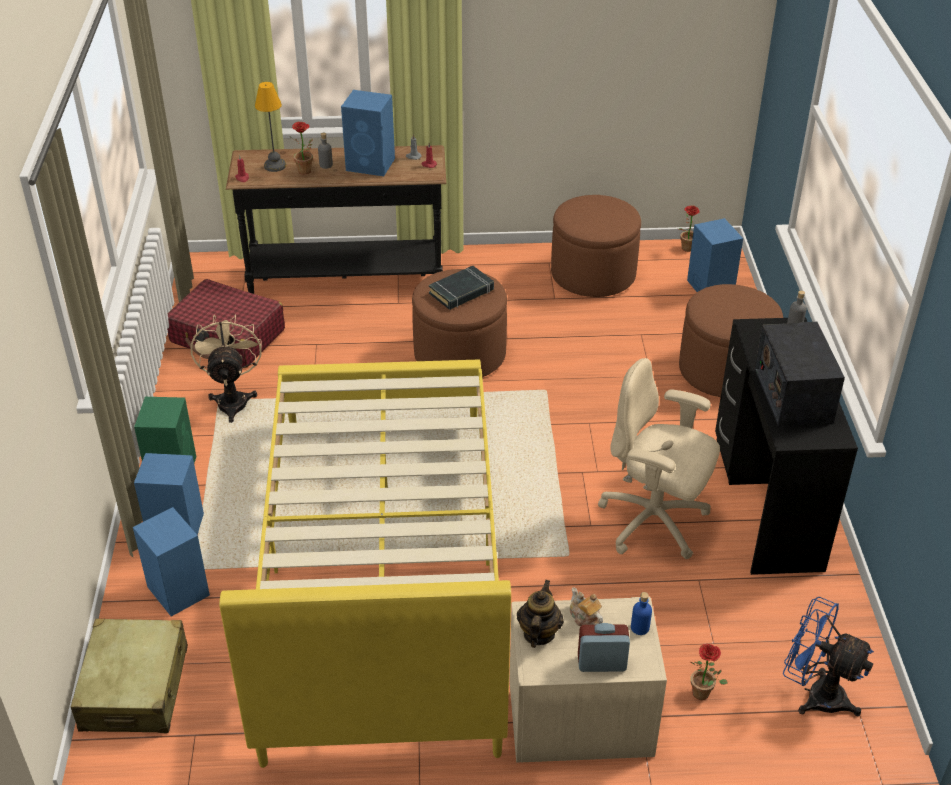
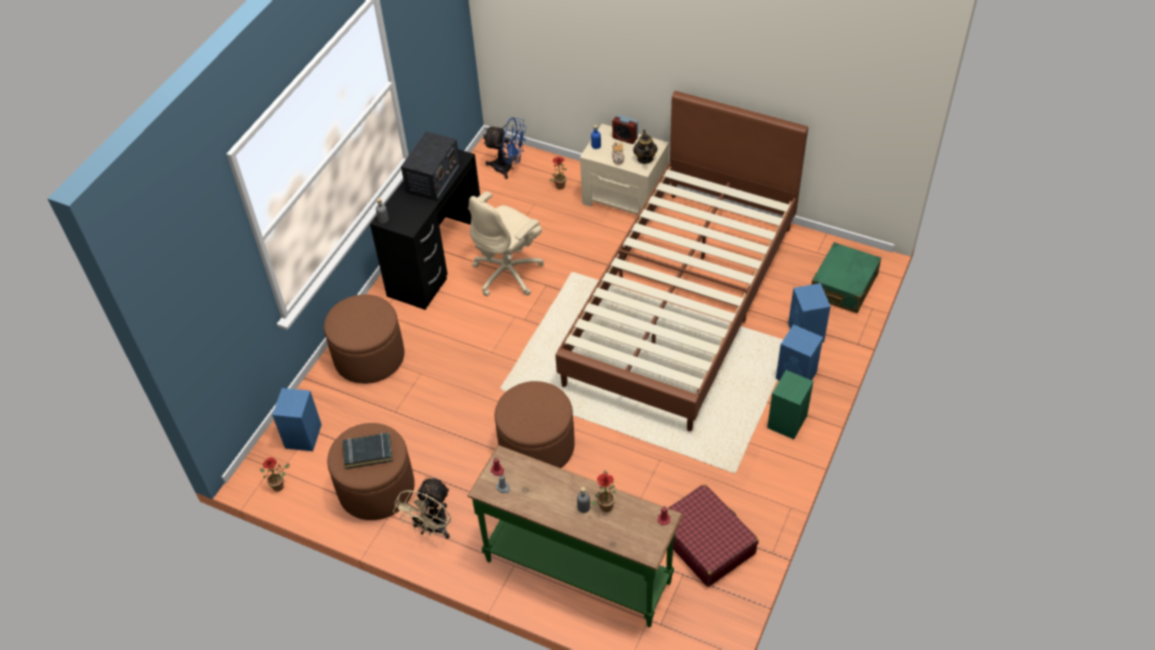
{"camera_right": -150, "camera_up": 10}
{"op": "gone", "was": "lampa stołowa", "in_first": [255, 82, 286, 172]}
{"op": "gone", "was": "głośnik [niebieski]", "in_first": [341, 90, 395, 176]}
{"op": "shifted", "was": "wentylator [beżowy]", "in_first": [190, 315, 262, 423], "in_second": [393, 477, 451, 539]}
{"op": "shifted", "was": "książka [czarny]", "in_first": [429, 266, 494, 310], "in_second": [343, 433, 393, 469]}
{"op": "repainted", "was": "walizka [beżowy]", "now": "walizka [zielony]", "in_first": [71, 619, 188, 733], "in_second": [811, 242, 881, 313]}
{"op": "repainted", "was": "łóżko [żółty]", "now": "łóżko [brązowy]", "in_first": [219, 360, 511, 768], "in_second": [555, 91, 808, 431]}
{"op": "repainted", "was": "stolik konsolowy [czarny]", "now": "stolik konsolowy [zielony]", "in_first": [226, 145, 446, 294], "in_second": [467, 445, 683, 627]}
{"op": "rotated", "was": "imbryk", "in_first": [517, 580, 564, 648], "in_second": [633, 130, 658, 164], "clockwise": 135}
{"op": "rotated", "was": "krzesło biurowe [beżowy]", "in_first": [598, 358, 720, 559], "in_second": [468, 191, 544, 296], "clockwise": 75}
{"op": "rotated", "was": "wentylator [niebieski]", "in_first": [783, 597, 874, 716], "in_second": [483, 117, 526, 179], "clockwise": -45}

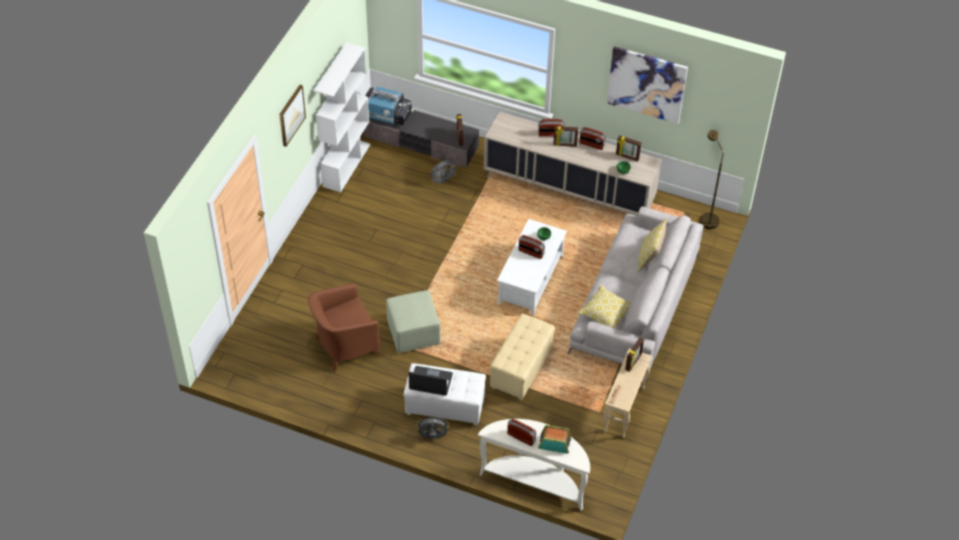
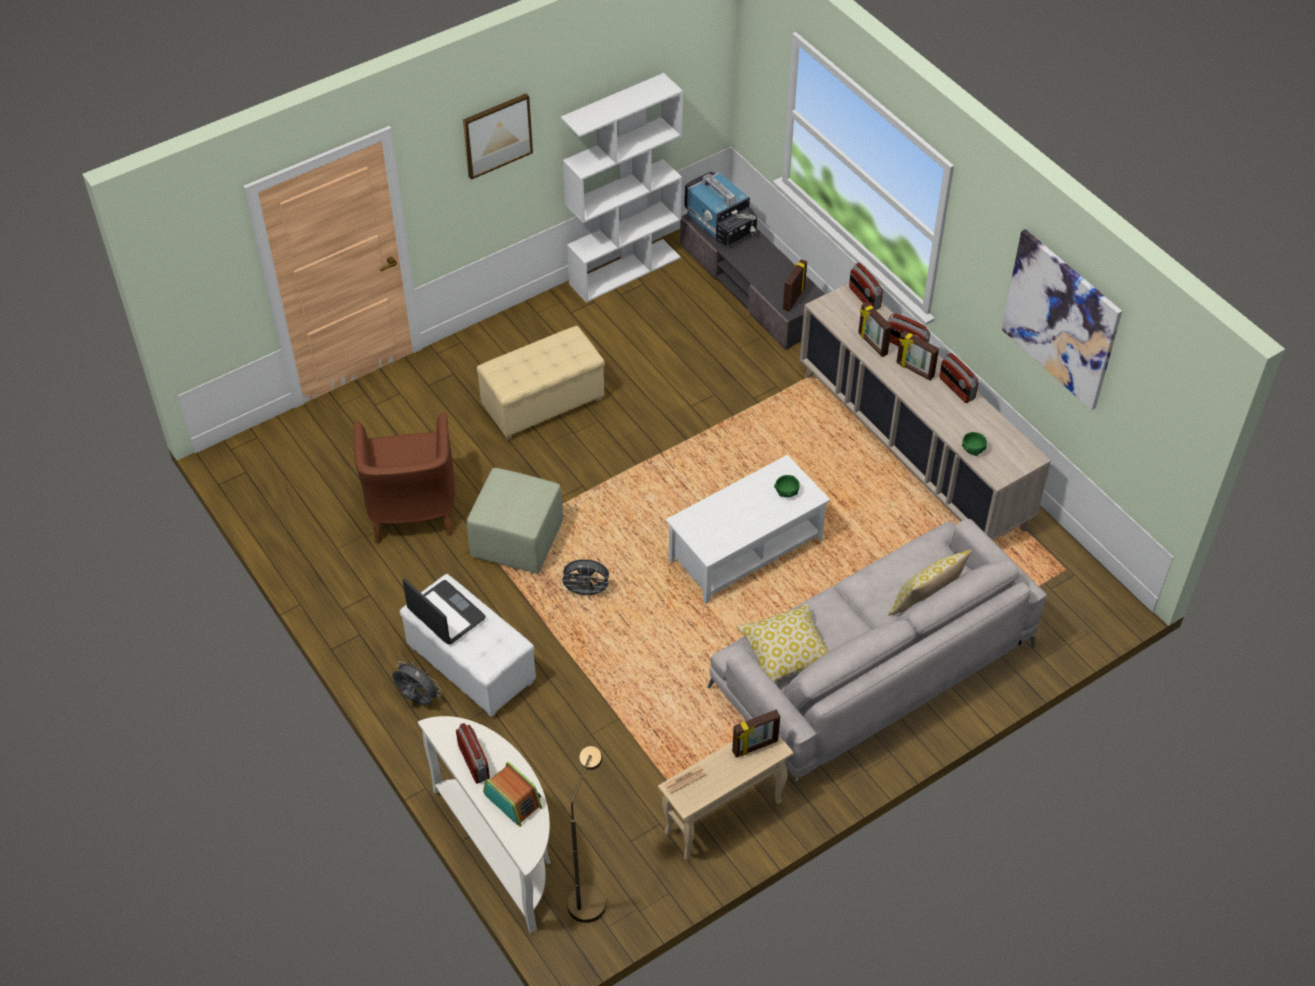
{"camera_right": 35, "camera_up": 0}
{"op": "shifted", "was": "wentylator [szary]", "in_first": [431, 160, 457, 185], "in_second": [559, 559, 612, 597]}
{"op": "shifted", "was": "pufa [beżowy]", "in_first": [490, 313, 555, 401], "in_second": [477, 326, 605, 440]}
{"op": "shifted", "was": "radio", "in_first": [518, 235, 545, 259], "in_second": [849, 263, 883, 310]}
{"op": "shifted", "was": "ramka na zdjęcie", "in_first": [616, 135, 642, 161], "in_second": [858, 302, 892, 357]}
{"op": "shifted", "was": "lampa stojąca [brązowy]", "in_first": [700, 130, 723, 229], "in_second": [567, 746, 606, 923]}
{"op": "rotated", "was": "fotel [brązowy]", "in_first": [308, 283, 380, 372], "in_second": [353, 412, 455, 544], "clockwise": -105}

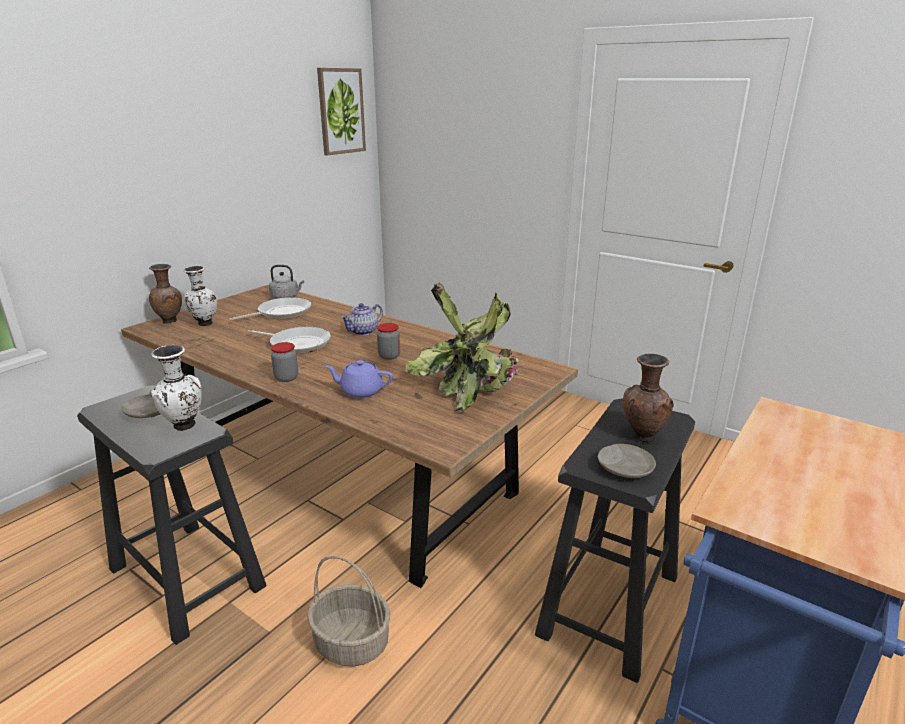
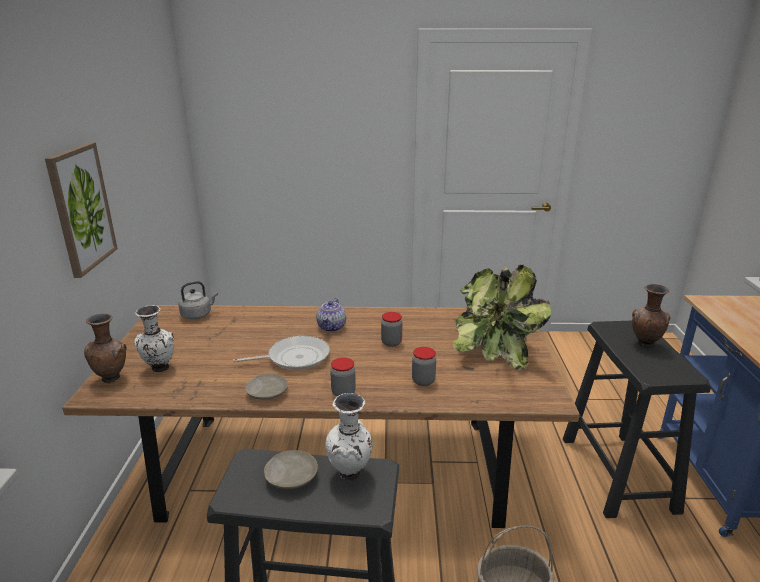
{"camera_right": -35, "camera_up": 0}
{"op": "gone", "was": "patelnia", "in_first": [229, 297, 311, 321]}
{"op": "shifted", "was": "obraz", "in_first": [317, 68, 366, 156], "in_second": [45, 142, 118, 278]}
{"op": "shifted", "was": "talerz [beżowy]", "in_first": [598, 444, 656, 478], "in_second": [245, 374, 288, 400]}
{"op": "swapped", "was": "imbryk [fioletowy]", "now": "słoik", "in_first": [325, 360, 393, 398], "in_second": [412, 347, 436, 386]}

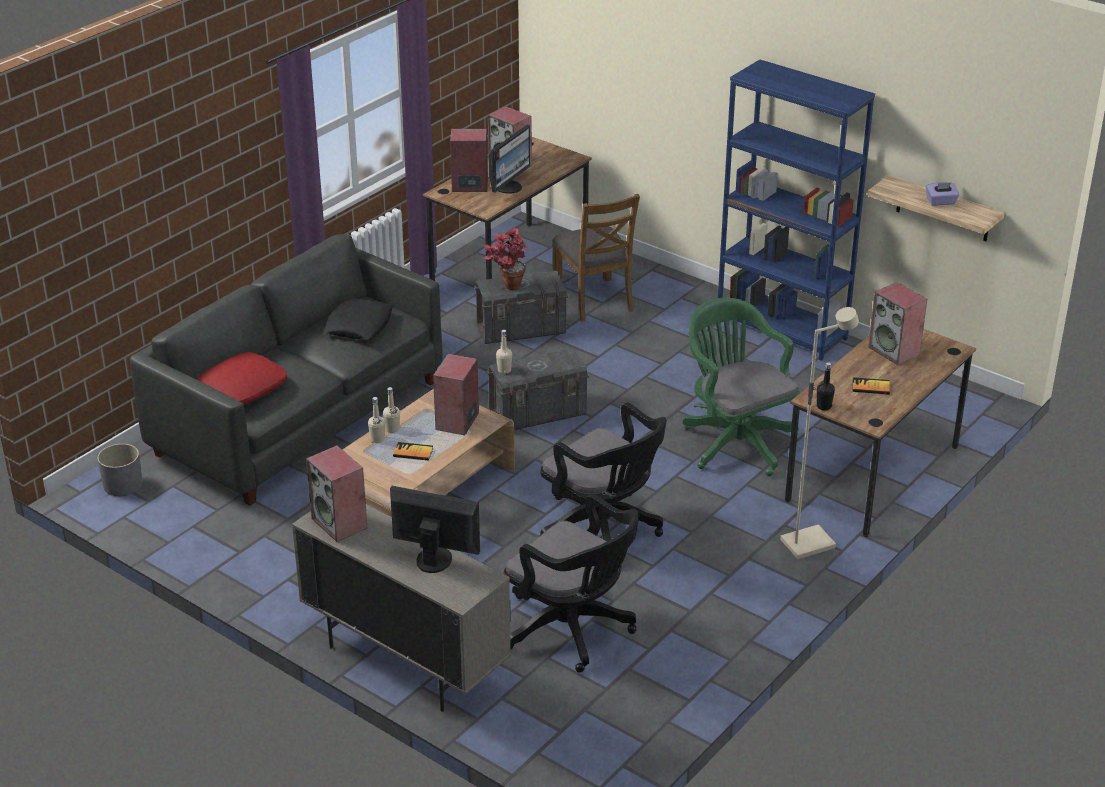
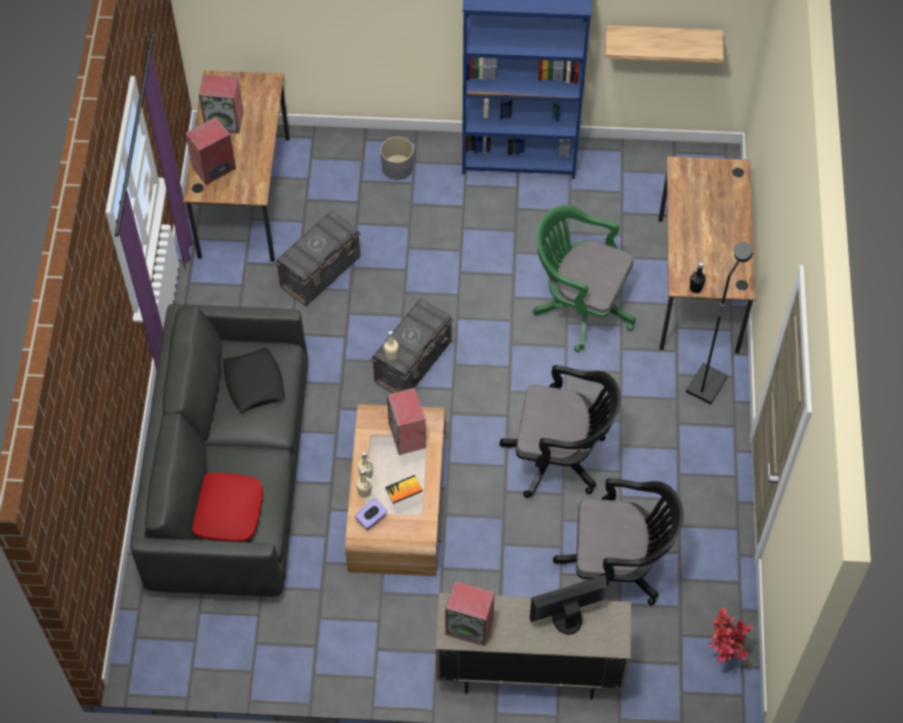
{"camera_right": -35, "camera_up": 25}
{"op": "gone", "was": "monitor", "in_first": [489, 125, 530, 193]}
{"op": "gone", "was": "krzesło [brązowy]", "in_first": [552, 194, 640, 322]}
{"op": "gone", "was": "książka", "in_first": [853, 377, 890, 395]}
{"op": "gone", "was": "głośnik", "in_first": [868, 282, 927, 365]}
{"op": "shifted", "was": "donica [szary]", "in_first": [97, 444, 143, 496], "in_second": [380, 137, 413, 180]}
{"op": "shifted", "was": "roślina doniczkowa", "in_first": [484, 228, 529, 290], "in_second": [708, 607, 753, 662]}
{"op": "shifted", "was": "pudełko chusteczek [fioletowy]", "in_first": [926, 182, 959, 206], "in_second": [355, 498, 388, 530]}
{"op": "repainted", "was": "lampa stojąca [beżowy]", "now": "lampa stojąca [czarny]", "in_first": [780, 307, 859, 559], "in_second": [686, 242, 752, 404]}

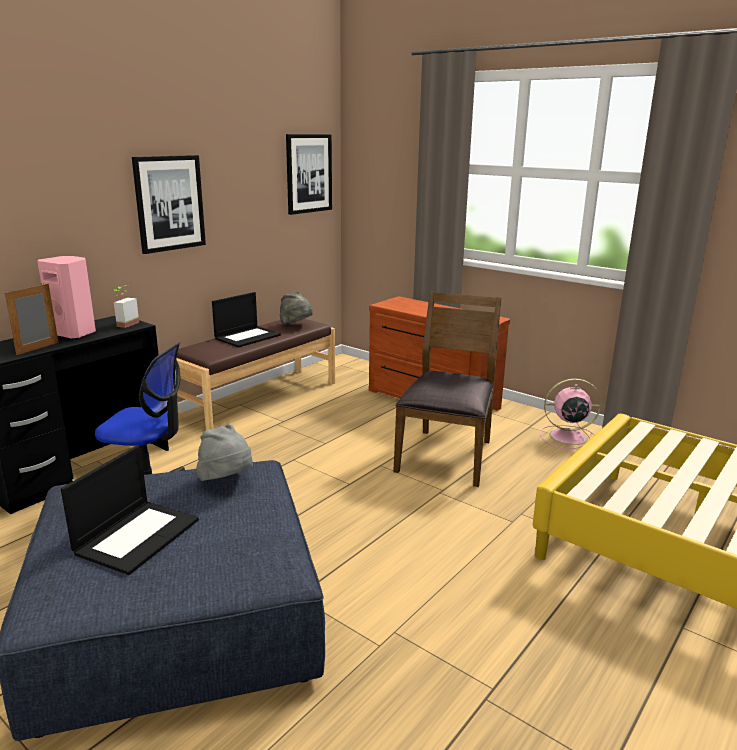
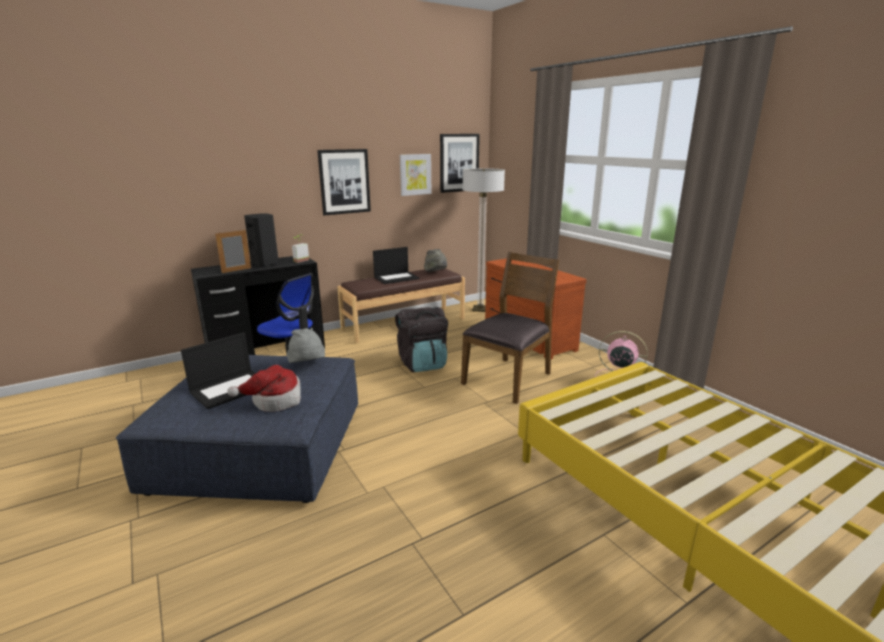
{"camera_right": 20, "camera_up": 0}
{"op": "new", "now": "kapelusz", "in_second": [227, 365, 301, 412]}
{"op": "new", "now": "plecak [czarny]", "in_second": [395, 307, 448, 372]}
{"op": "new", "now": "obraz", "in_second": [400, 154, 431, 196]}
{"op": "new", "now": "lampa stojąca", "in_second": [462, 168, 505, 312]}
{"op": "repainted", "was": "głośnik [różowy]", "now": "głośnik [czarny]", "in_first": [37, 256, 96, 339], "in_second": [244, 213, 279, 267]}

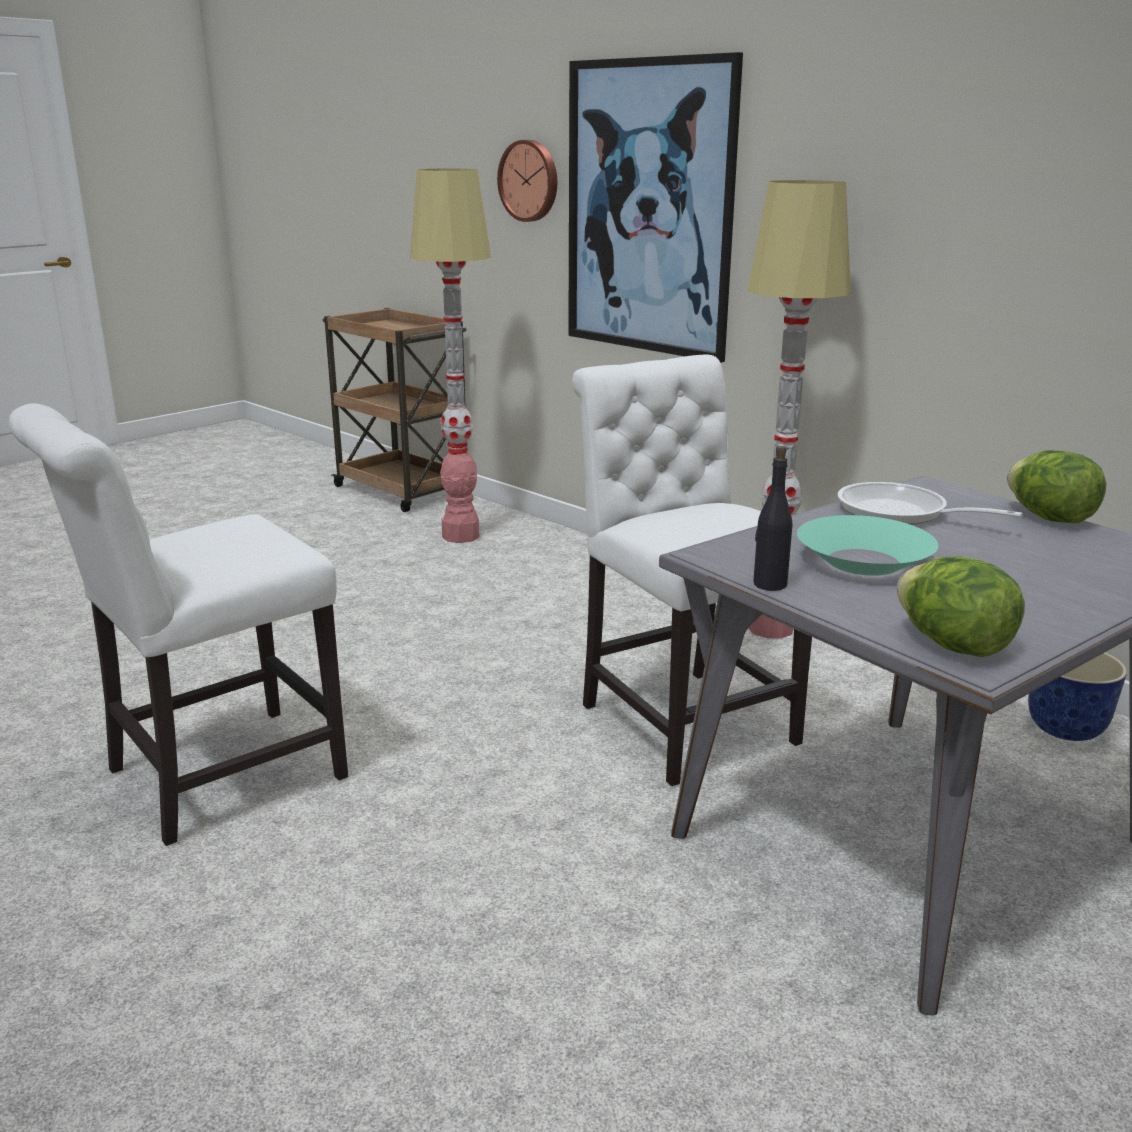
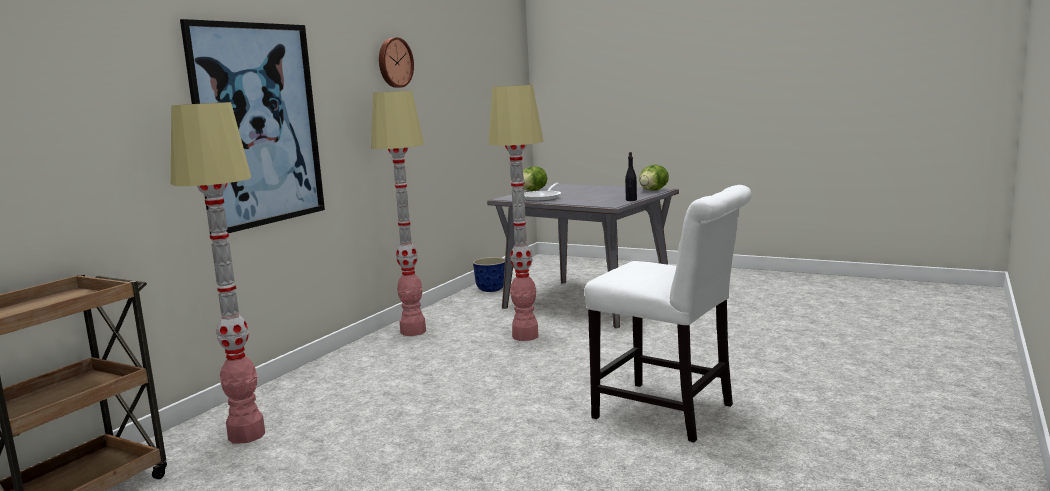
{"camera_right": -105, "camera_up": -10}
{"op": "gone", "was": "miska [turkusowy]", "in_first": [797, 515, 938, 576]}
{"op": "shifted", "was": "zegar ścienny", "in_first": [497, 140, 557, 222], "in_second": [379, 37, 414, 88]}
{"op": "swapped", "was": "krzesło [biały]", "now": "lampa stojąca", "in_first": [572, 354, 812, 786], "in_second": [489, 85, 544, 341]}

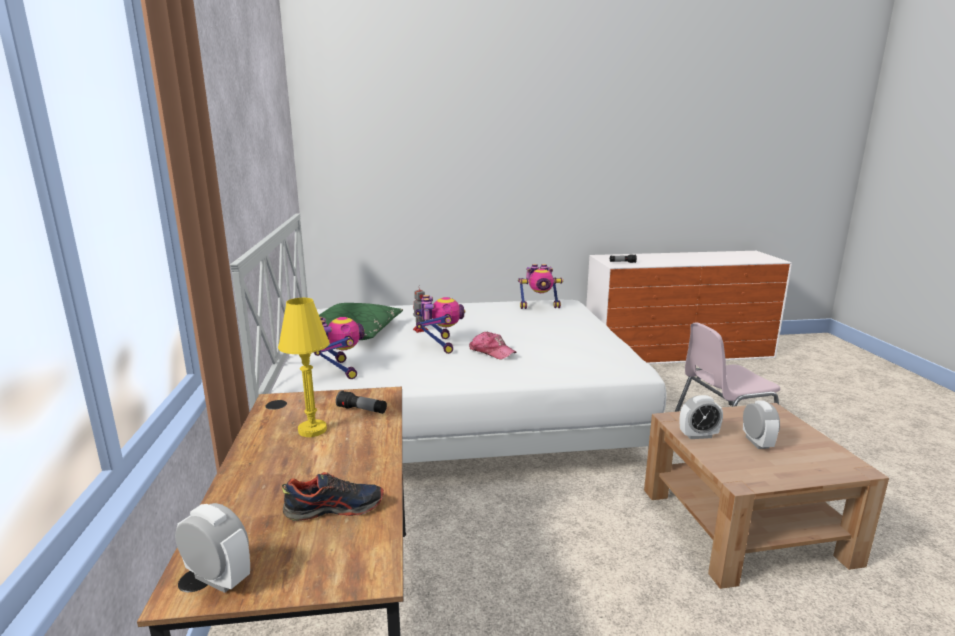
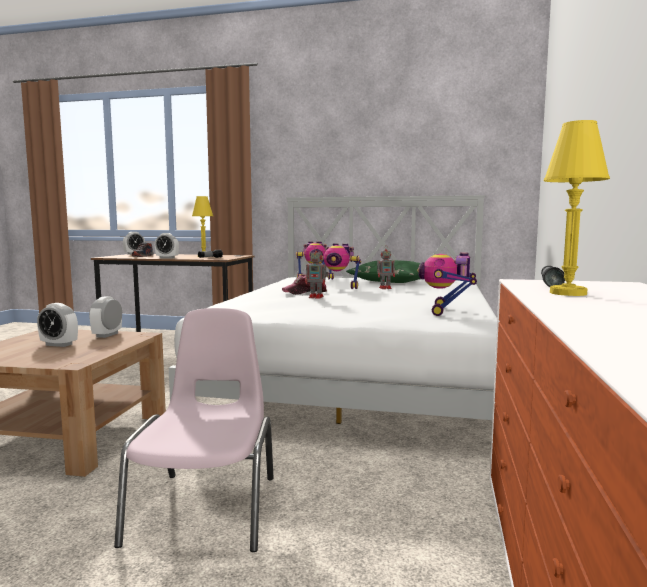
{"camera_right": 110, "camera_up": -10}
{"op": "new", "now": "budzik", "in_second": [155, 233, 179, 259]}
{"op": "new", "now": "robot zabawkowy", "in_second": [305, 246, 329, 299]}
{"op": "new", "now": "lampa stołowa [żółty]", "in_second": [544, 120, 610, 296]}

